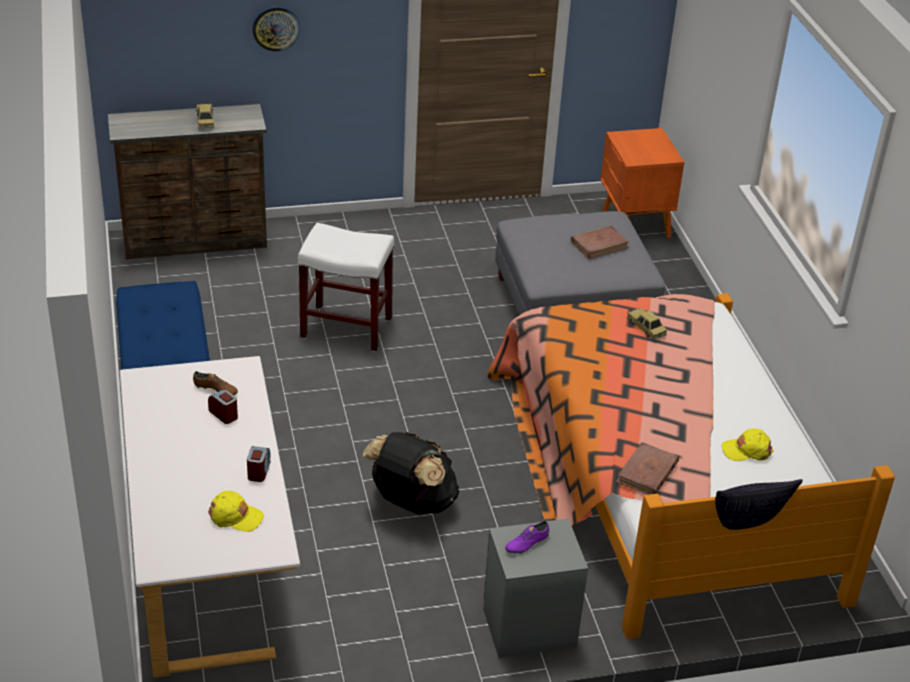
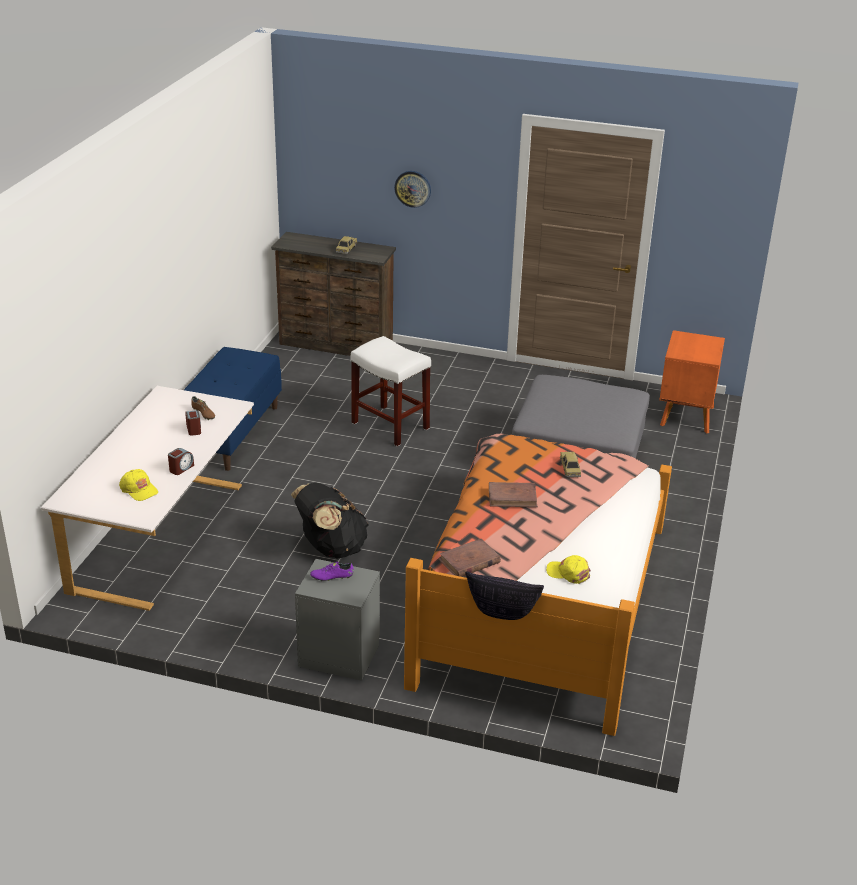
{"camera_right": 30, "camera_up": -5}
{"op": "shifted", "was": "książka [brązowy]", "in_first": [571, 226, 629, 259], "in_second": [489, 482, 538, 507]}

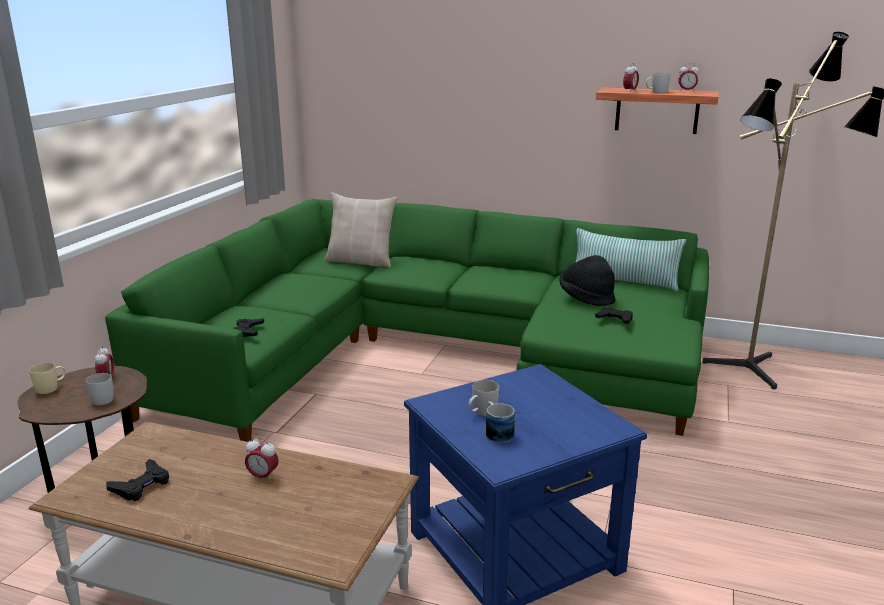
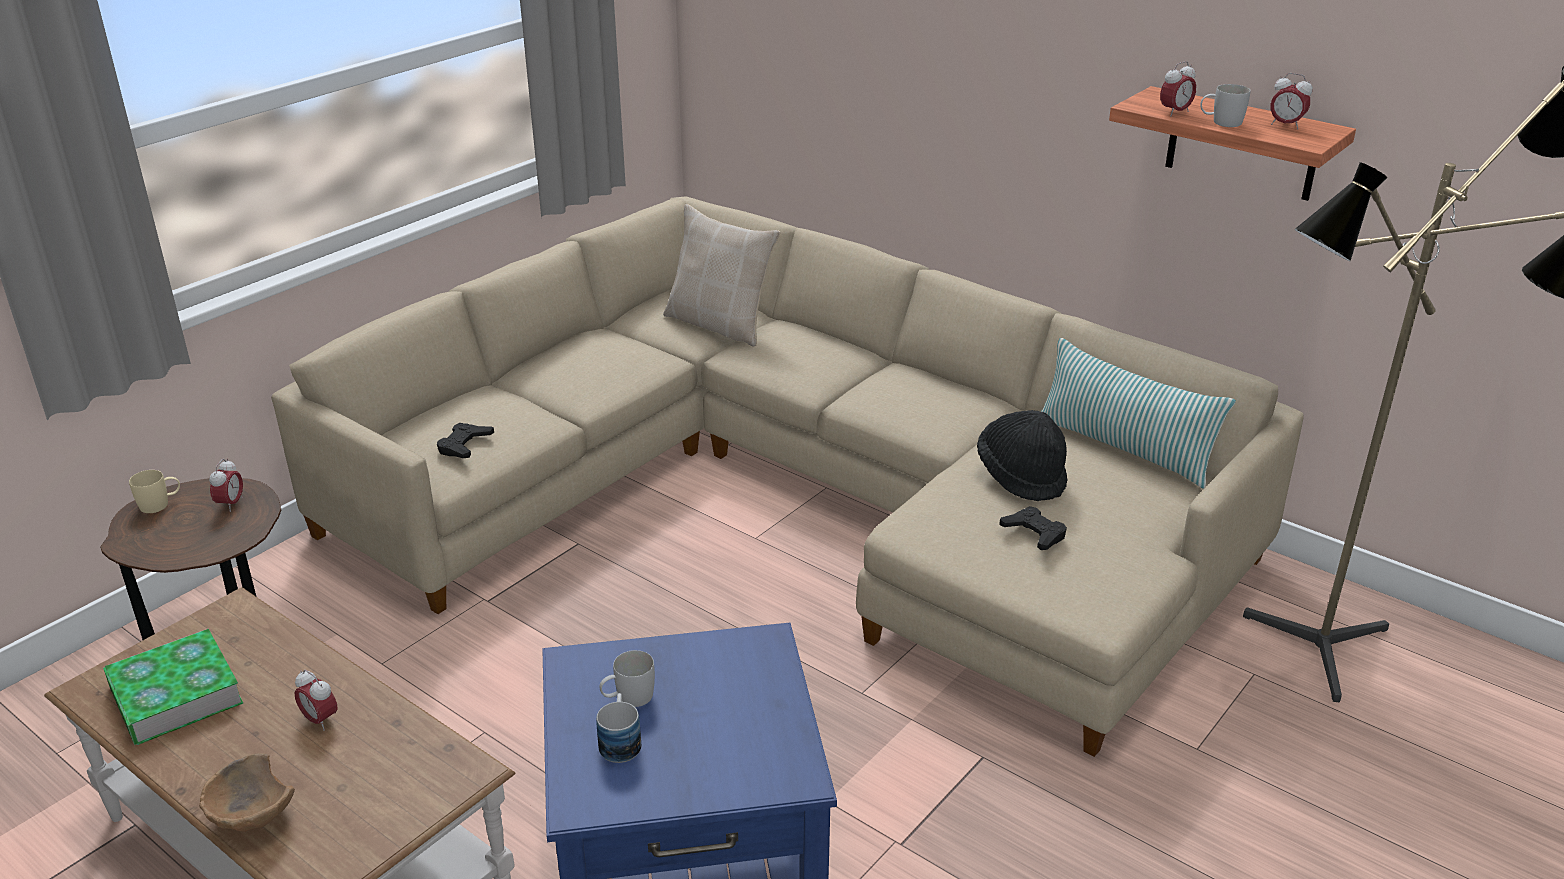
{"camera_right": 20, "camera_up": 10}
{"op": "gone", "was": "kubek [biały]", "in_first": [86, 373, 114, 405]}
{"op": "new", "now": "miska [brązowy]", "in_second": [199, 753, 295, 832]}
{"op": "swapped", "was": "pad do gier [czarny]", "now": "książka", "in_first": [106, 459, 169, 501], "in_second": [103, 629, 243, 745]}
{"op": "repainted", "was": "kanapa [zielony]", "now": "kanapa [beżowy]", "in_first": [105, 199, 709, 442], "in_second": [271, 197, 1304, 757]}

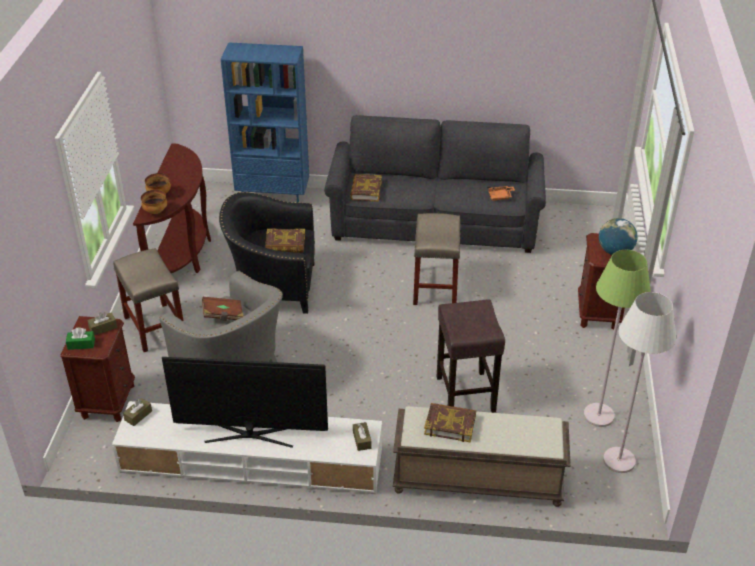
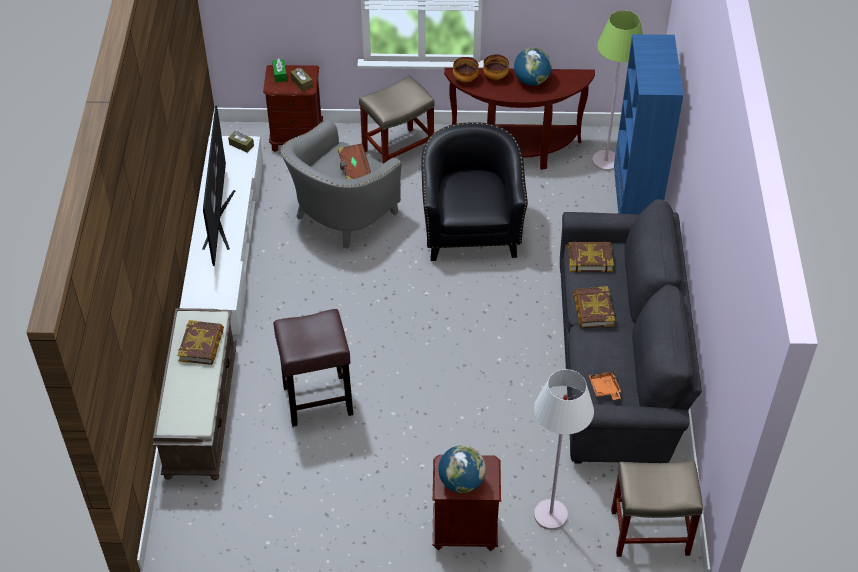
{"camera_right": 85, "camera_up": 10}
{"op": "gone", "was": "pudełko chusteczek [brązowy]", "in_first": [353, 422, 372, 451]}
{"op": "new", "now": "globus", "in_second": [514, 48, 552, 86]}
{"op": "shifted", "was": "książka", "in_first": [265, 228, 305, 253], "in_second": [573, 286, 615, 328]}
{"op": "shifted", "was": "stołek [beżowy]", "in_first": [413, 213, 460, 305], "in_second": [611, 461, 703, 557]}
{"op": "shifted", "was": "lampa stojąca [zielony]", "in_first": [584, 250, 651, 427], "in_second": [592, 10, 643, 171]}
{"op": "shifted", "was": "lampa stojąca [biały]", "in_first": [603, 292, 676, 473], "in_second": [534, 369, 594, 530]}

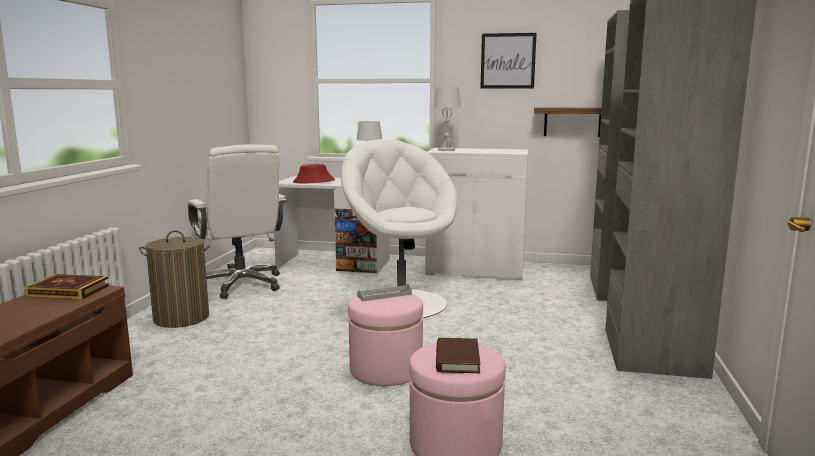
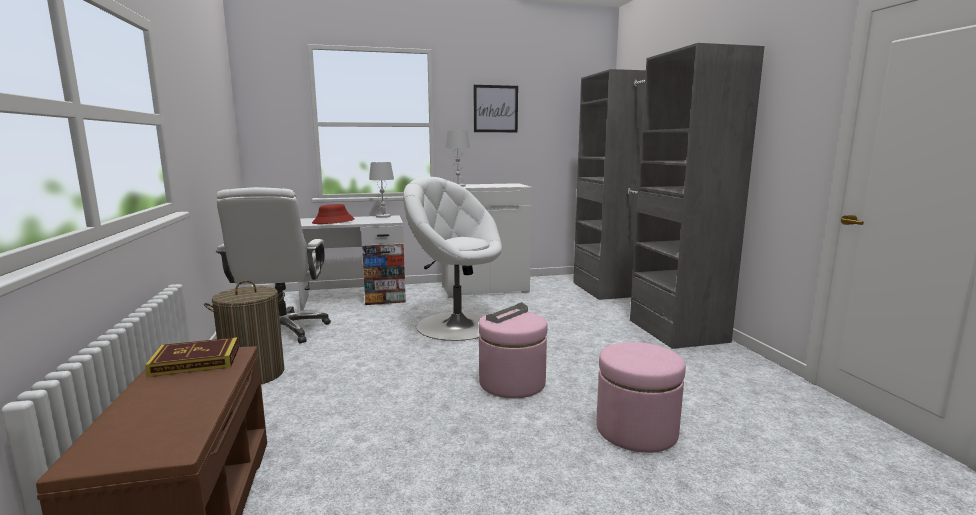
{"camera_right": -25, "camera_up": 0}
{"op": "gone", "was": "książka [brązowy]", "in_first": [436, 338, 480, 373]}
{"op": "gone", "was": "półka", "in_first": [534, 107, 601, 137]}
{"op": "rotated", "was": "krzesło biurowe [biały]", "in_first": [187, 144, 287, 299], "in_second": [216, 187, 331, 344], "clockwise": 45}

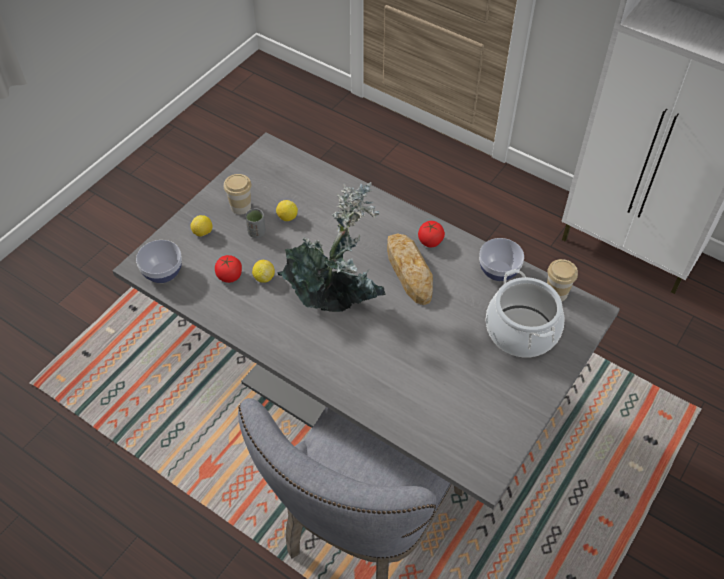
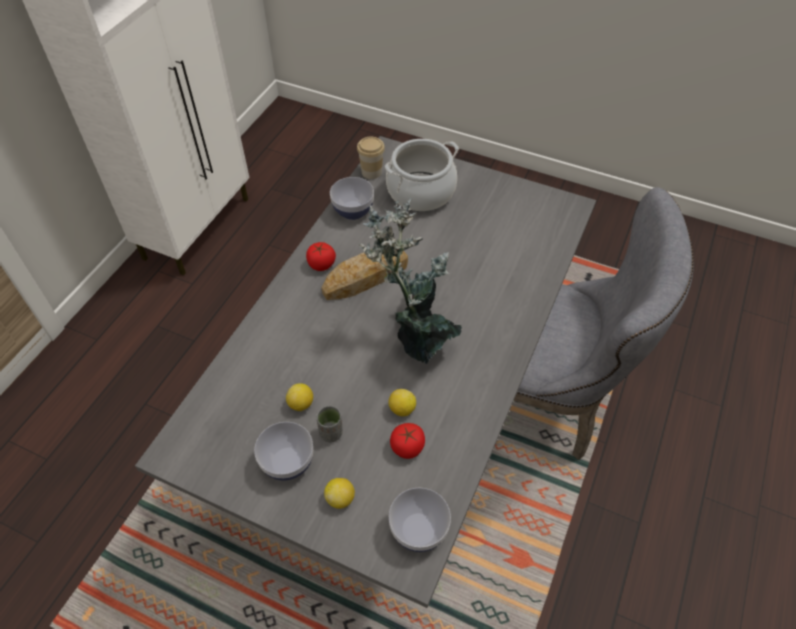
{"camera_right": -100, "camera_up": 0}
{"op": "swapped", "was": "filiżanka", "now": "miska", "in_first": [224, 174, 251, 215], "in_second": [254, 422, 313, 481]}

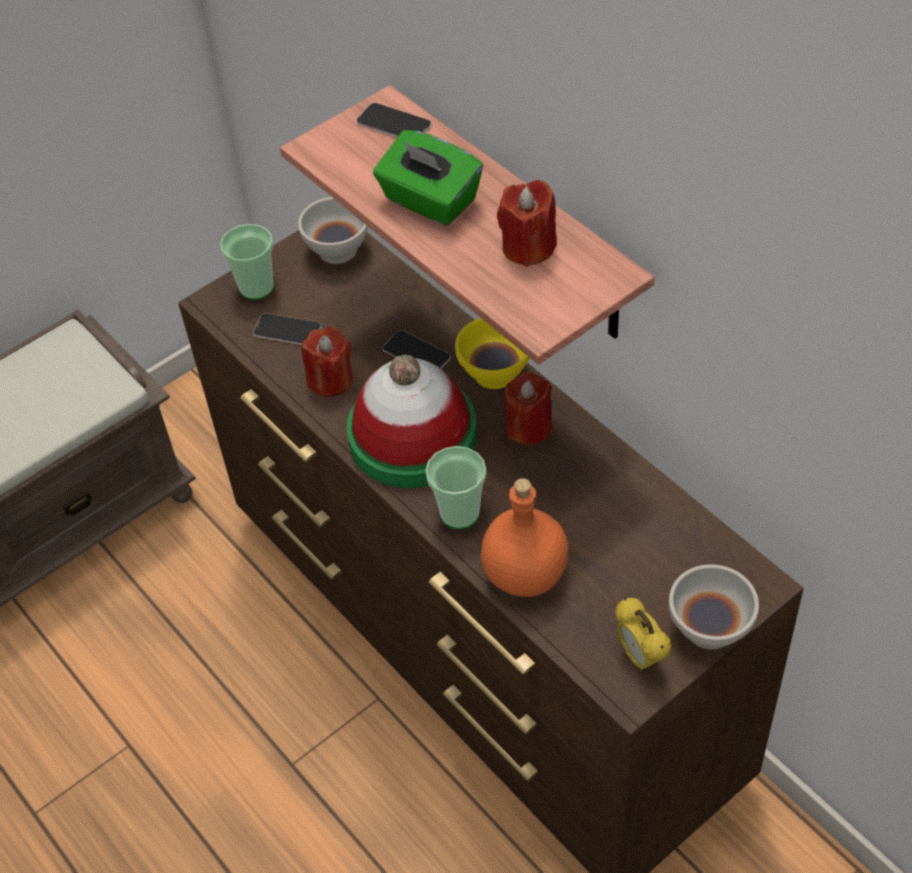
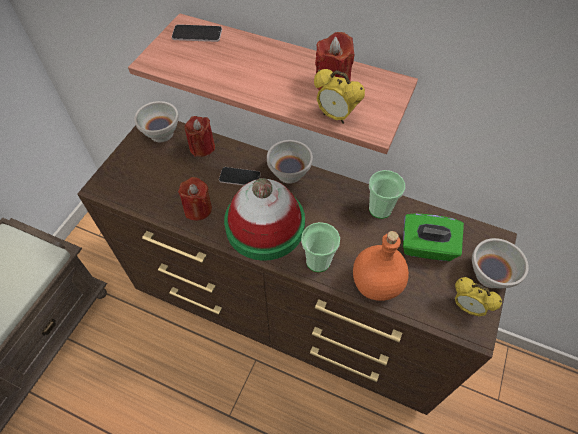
{"camera_right": -30, "camera_up": 5}
{"op": "gone", "was": "telefon", "in_first": [253, 313, 322, 345]}
{"op": "new", "now": "budzik", "in_second": [314, 69, 365, 124]}
{"op": "shifted", "was": "filiżanka", "in_first": [220, 224, 274, 300], "in_second": [369, 170, 405, 219]}
{"op": "shifted", "was": "pudełko chusteczek [zielony]", "in_first": [373, 130, 483, 225], "in_second": [403, 213, 464, 261]}
{"op": "shifted", "was": "świeca [czerwony]", "in_first": [505, 372, 552, 445], "in_second": [184, 116, 215, 157]}
{"op": "repainted", "was": "miska [żółty]", "now": "miska [biały]", "in_first": [455, 318, 530, 389], "in_second": [267, 140, 313, 184]}

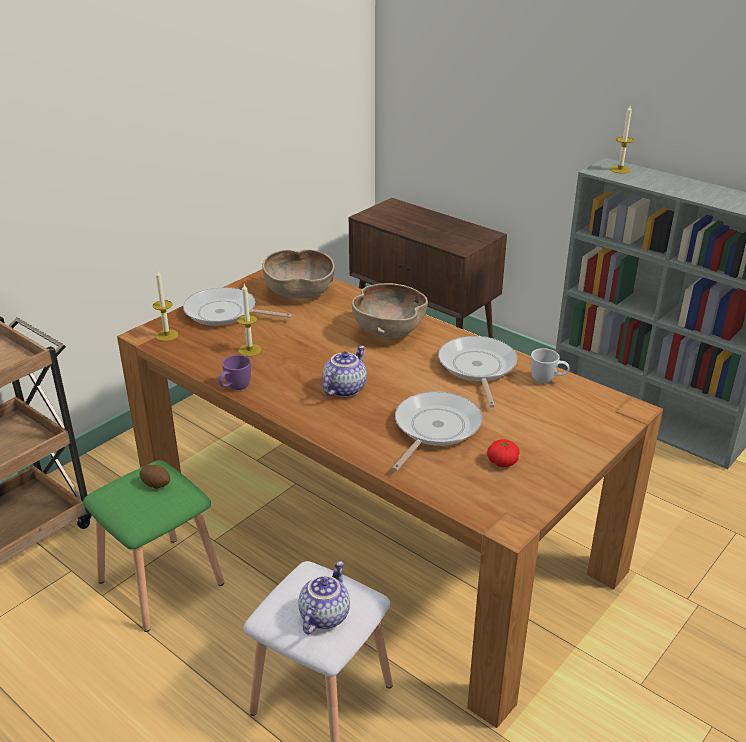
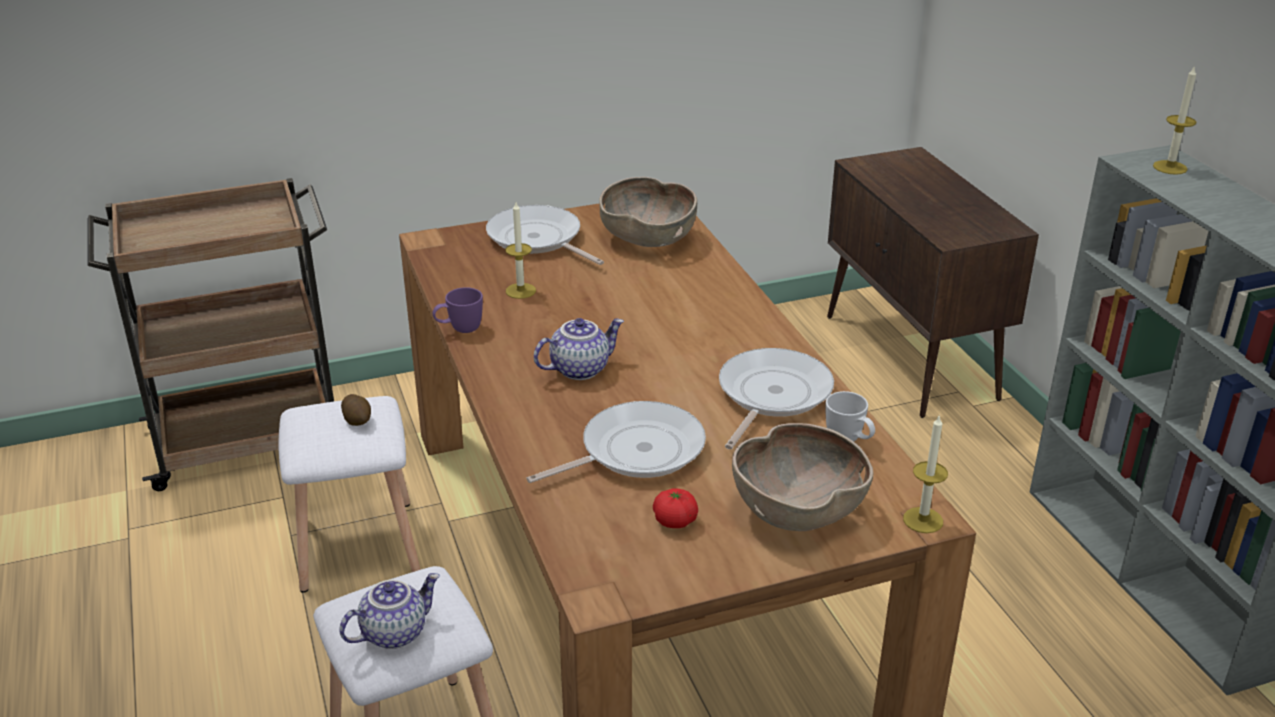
{"camera_right": 30, "camera_up": 0}
{"op": "shifted", "was": "świeca", "in_first": [153, 269, 178, 341], "in_second": [903, 416, 948, 533]}
{"op": "shifted", "was": "miska [brązowy]", "in_first": [352, 283, 428, 338], "in_second": [732, 423, 873, 531]}
{"op": "repainted", "was": "stołek [zielony]", "now": "stołek [biały]", "in_first": [83, 460, 224, 632], "in_second": [278, 396, 421, 593]}

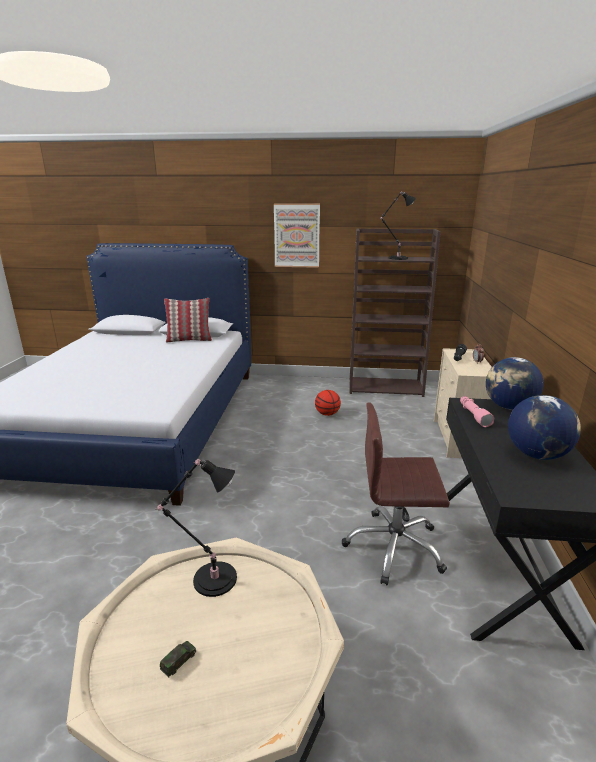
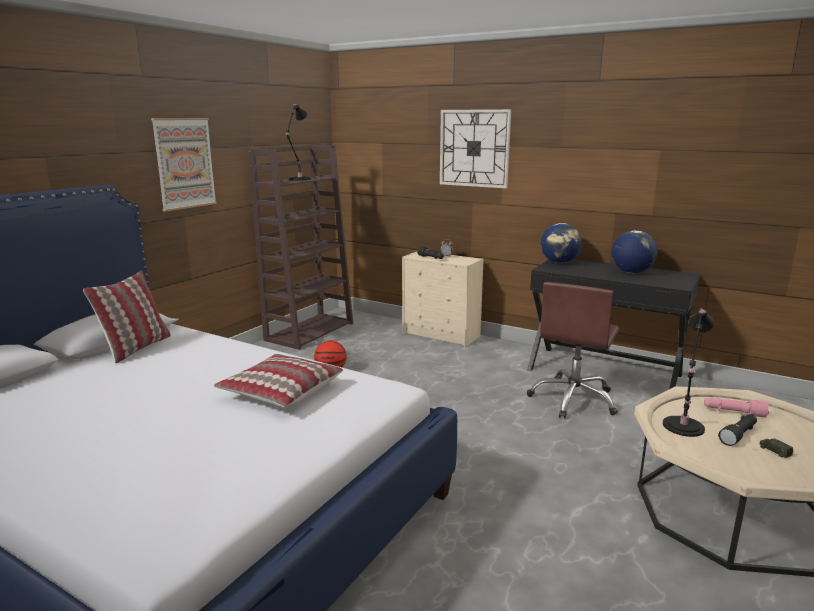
{"camera_right": -65, "camera_up": -5}
{"op": "new", "now": "poduszka", "in_second": [214, 354, 343, 408]}
{"op": "new", "now": "zegar ścienny", "in_second": [440, 109, 511, 188]}
{"op": "new", "now": "latarka [czarny]", "in_second": [718, 414, 757, 446]}
{"op": "shifted", "was": "latarka [różowy]", "in_first": [460, 396, 494, 427], "in_second": [704, 397, 769, 418]}

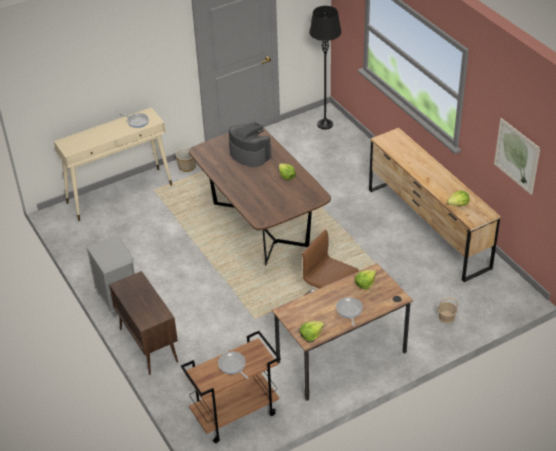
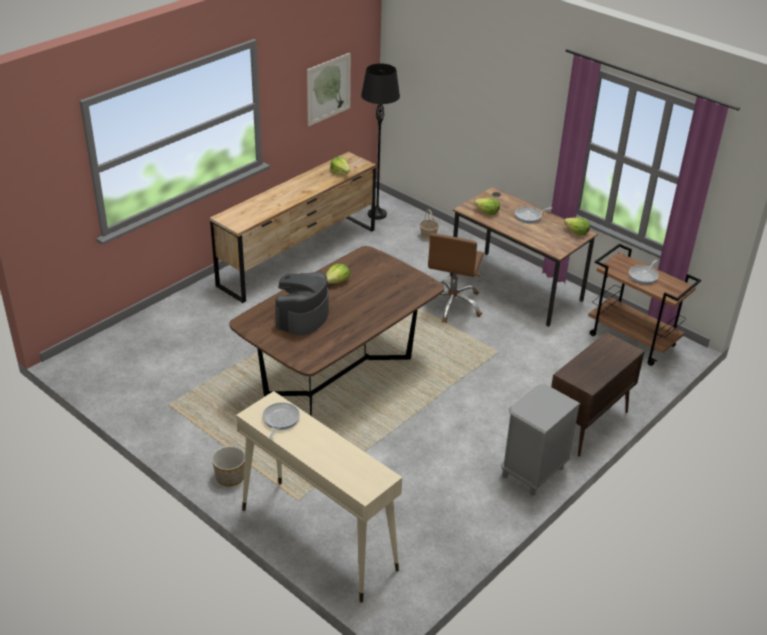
{"camera_right": -110, "camera_up": -5}
{"op": "shifted", "was": "lampa stojąca [czarny]", "in_first": [309, 6, 341, 130], "in_second": [361, 63, 400, 220]}

